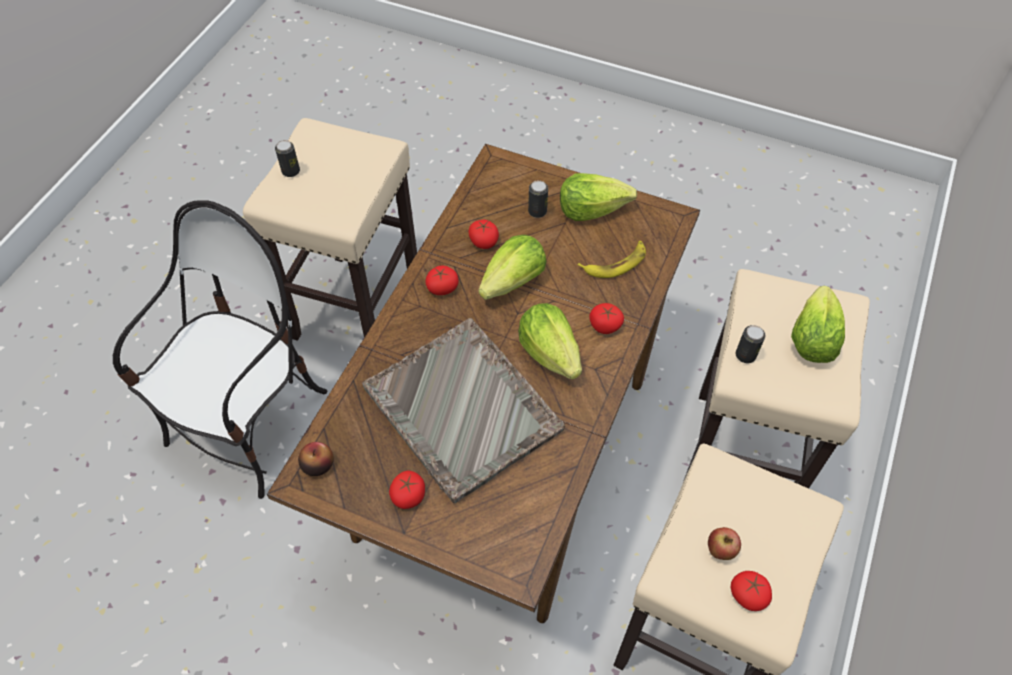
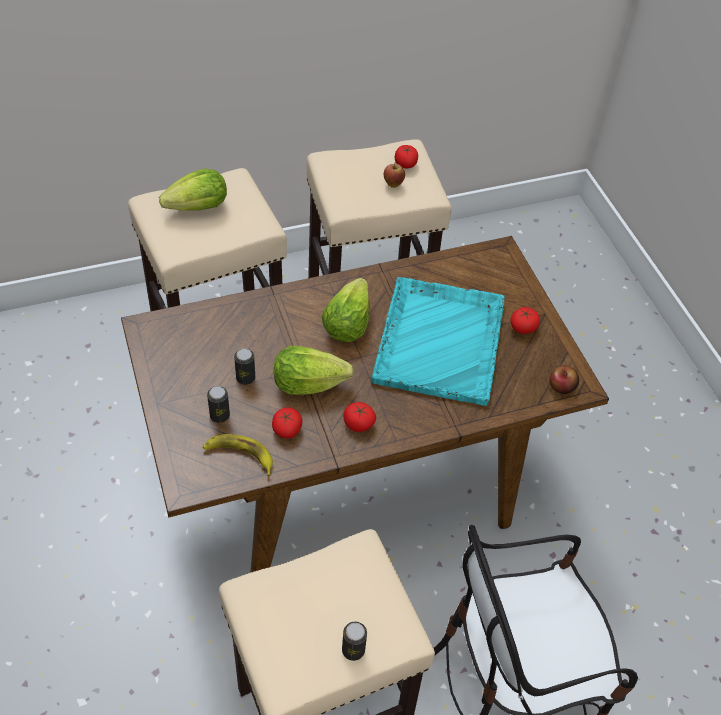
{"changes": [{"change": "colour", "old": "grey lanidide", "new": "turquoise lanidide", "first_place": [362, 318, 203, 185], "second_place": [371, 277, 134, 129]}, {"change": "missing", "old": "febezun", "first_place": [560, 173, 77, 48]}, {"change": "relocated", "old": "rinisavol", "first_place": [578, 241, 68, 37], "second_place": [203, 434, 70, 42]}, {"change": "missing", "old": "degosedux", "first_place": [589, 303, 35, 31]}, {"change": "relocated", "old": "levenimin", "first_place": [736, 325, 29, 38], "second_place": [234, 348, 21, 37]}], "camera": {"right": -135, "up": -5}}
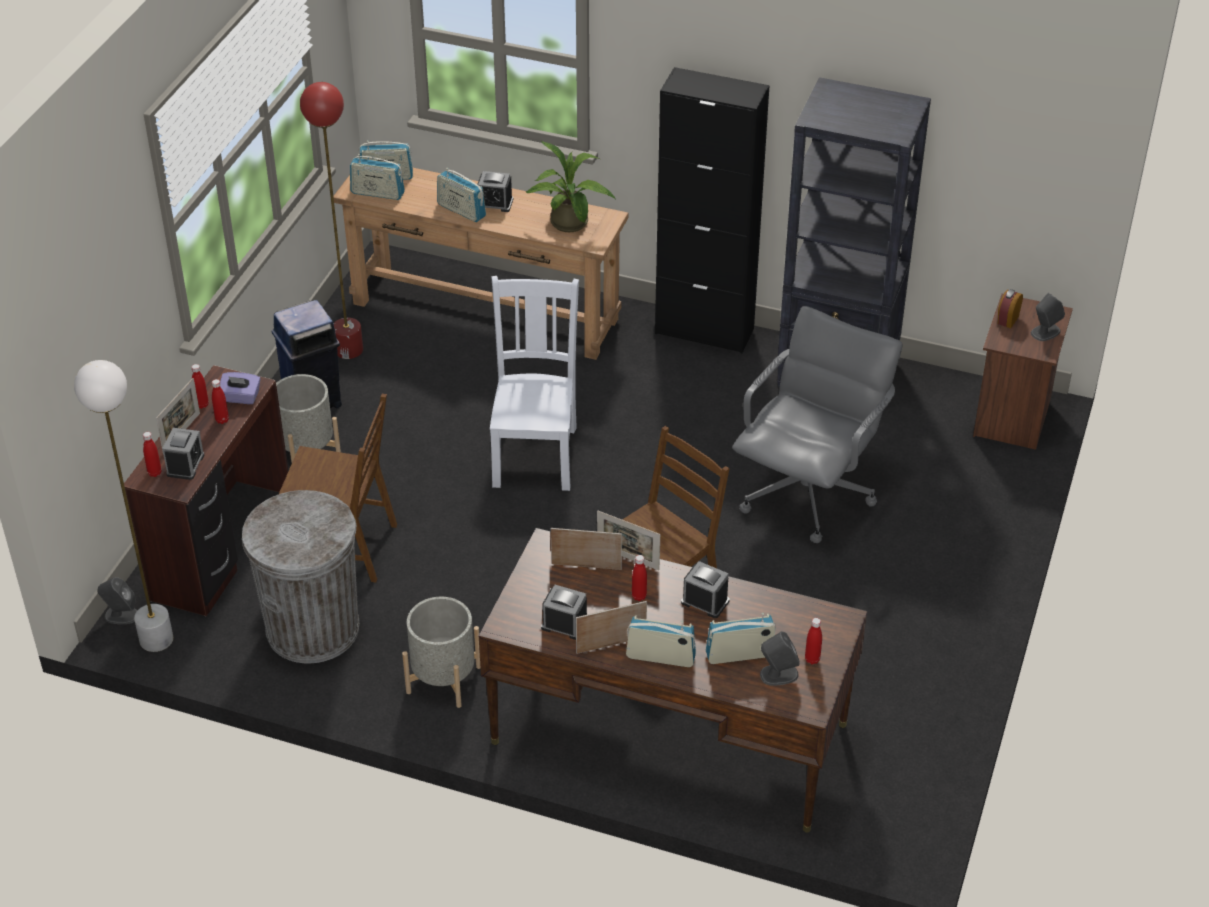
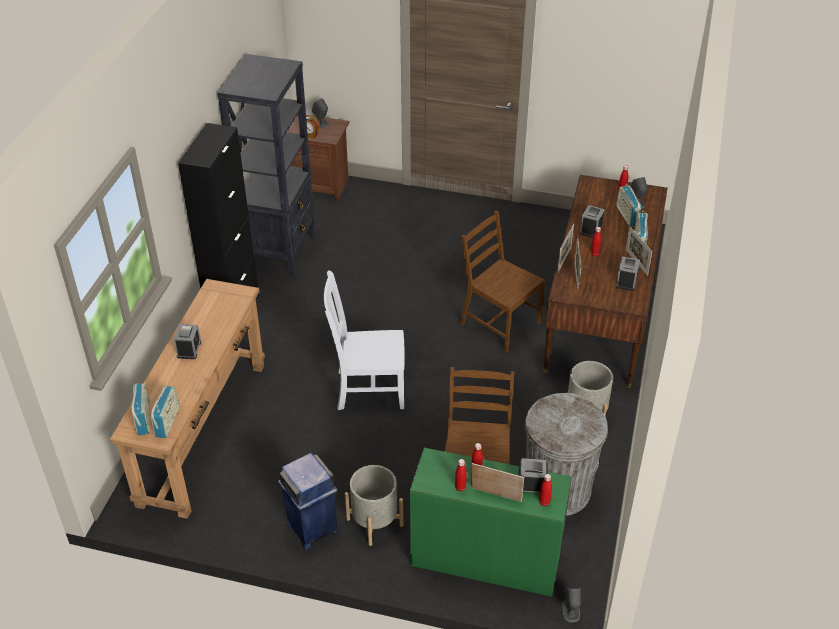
{"changes": [{"change": "missing", "old": "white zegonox", "first_place": [74, 360, 99, 292]}, {"change": "colour", "old": "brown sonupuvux", "new": "green sonupuvux", "first_place": [124, 365, 165, 251], "second_place": [410, 448, 162, 148]}, {"change": "missing", "old": "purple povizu", "first_place": [220, 372, 41, 32]}, {"change": "missing", "old": "red zegonox", "first_place": [300, 82, 63, 277]}, {"change": "missing", "old": "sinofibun", "first_place": [437, 168, 49, 54]}, {"change": "missing", "old": "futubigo", "first_place": [526, 141, 90, 91]}, {"change": "missing", "old": "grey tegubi", "first_place": [732, 306, 171, 237]}], "camera": {"right": -95, "up": 0}}
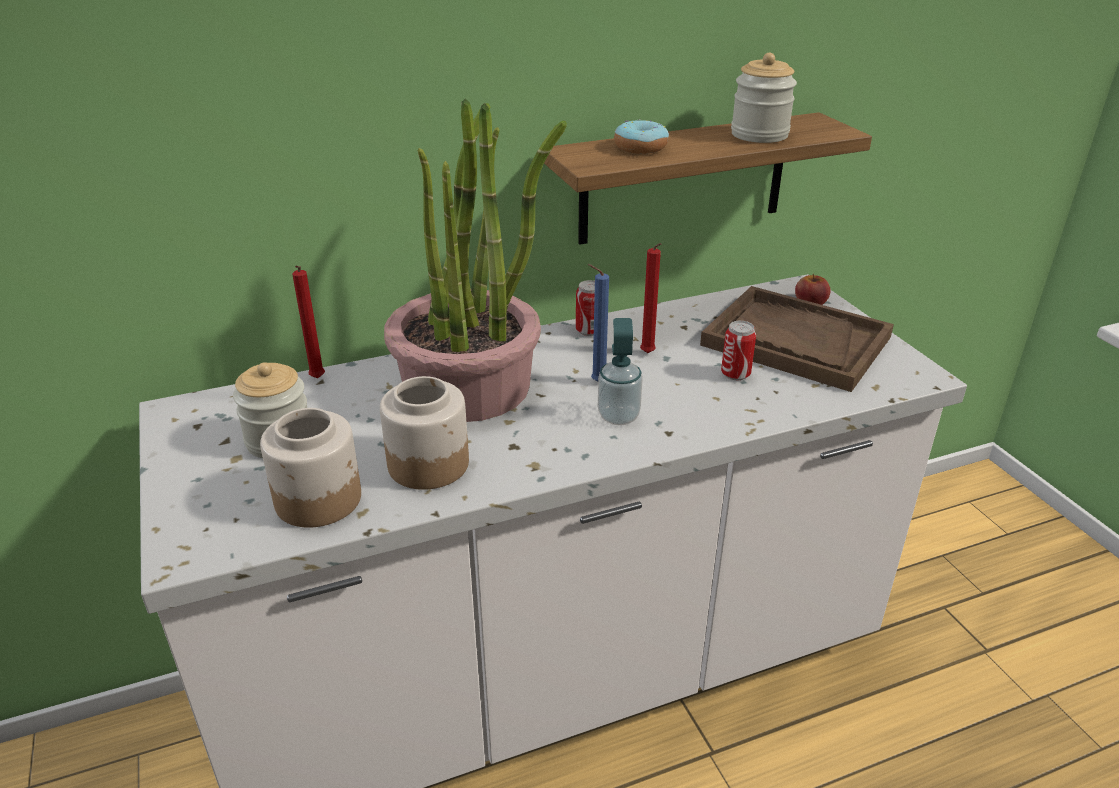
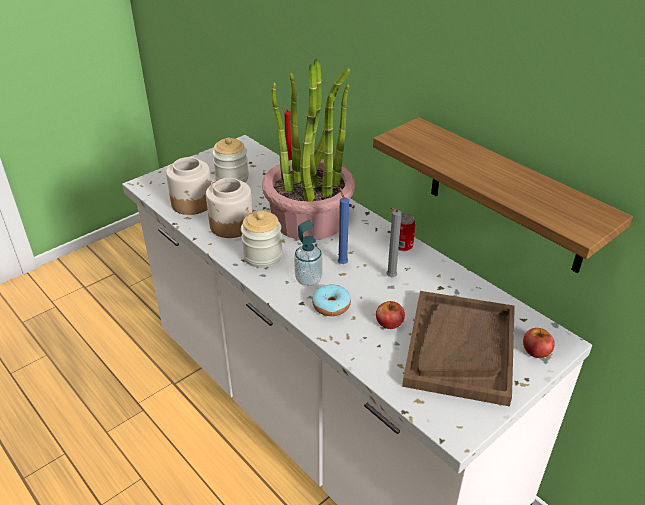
{"changes": [{"change": "relocated", "old": "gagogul", "first_place": [614, 119, 55, 35], "second_place": [312, 284, 39, 32]}, {"change": "colour", "old": "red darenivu", "new": "grey darenivu", "first_place": [640, 243, 21, 110], "second_place": [386, 208, 16, 69]}, {"change": "exchanged", "old": "levenimin", "new": "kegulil", "first_place": [721, 321, 35, 59], "second_place": [376, 301, 29, 28]}, {"change": "relocated", "old": "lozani", "first_place": [731, 53, 66, 90], "second_place": [241, 211, 42, 57]}], "camera": {"right": 70, "up": 5}}
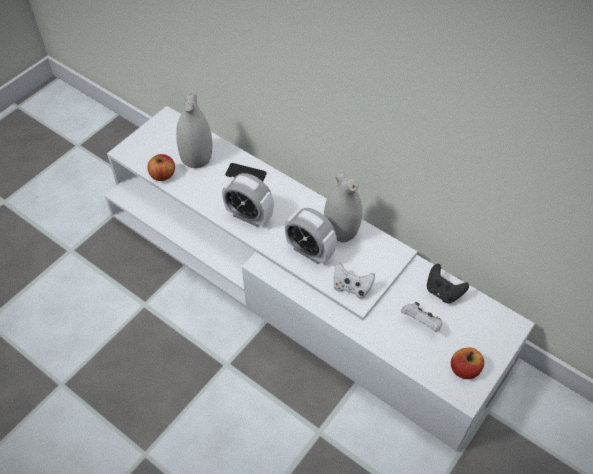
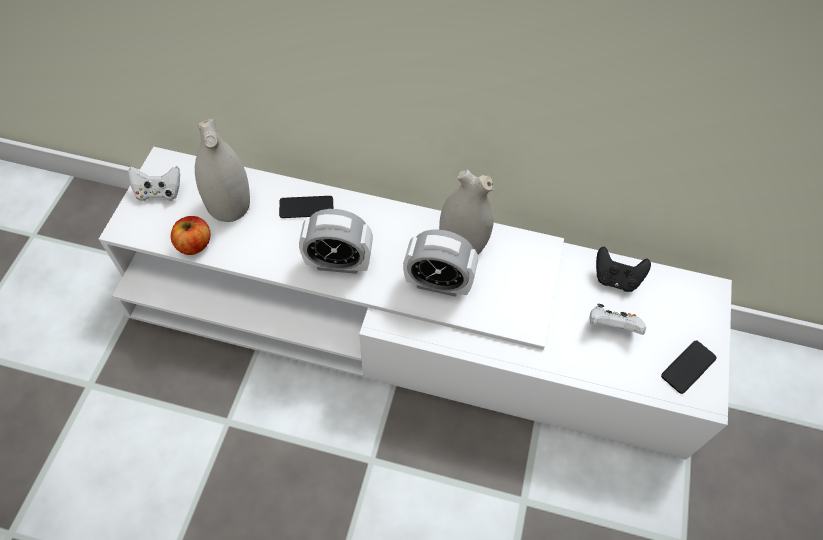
{"changes": [{"change": "relocated", "old": "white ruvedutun", "first_place": [333, 262, 42, 37], "second_place": [128, 166, 52, 35]}, {"change": "exchanged", "old": "kegulil", "new": "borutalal", "first_place": [451, 348, 33, 31], "second_place": [661, 340, 56, 54]}], "camera": {"right": -25, "up": 5}}
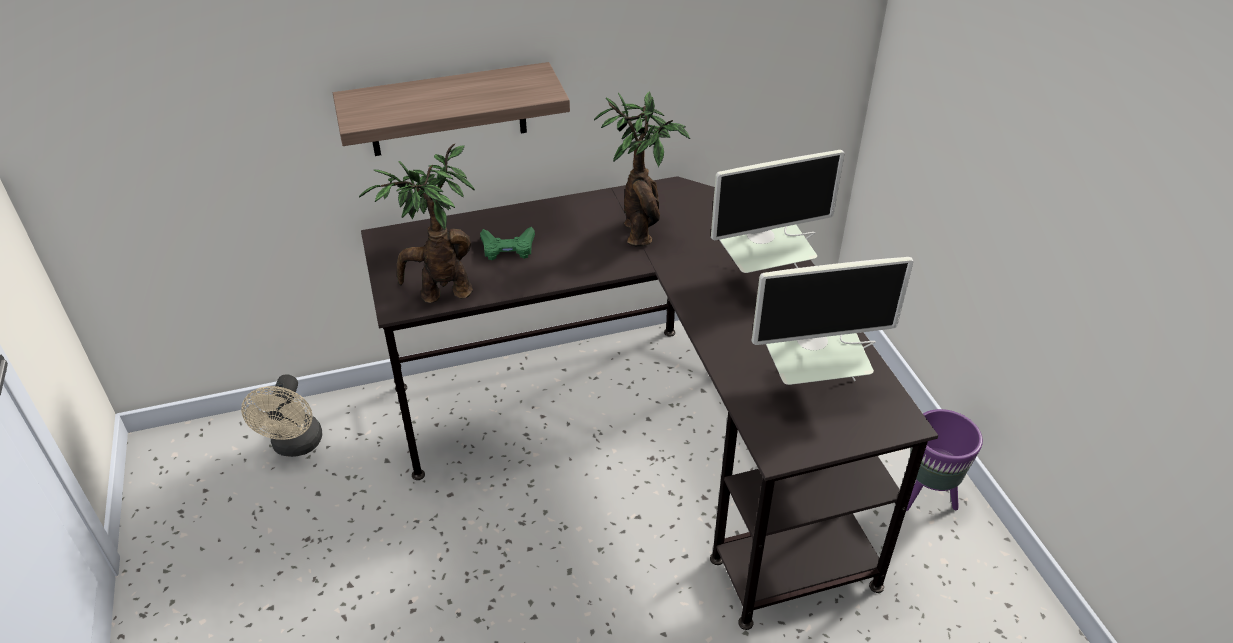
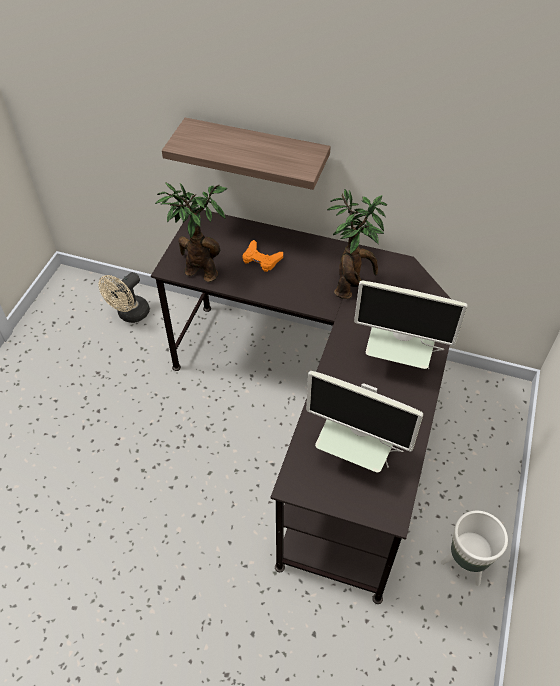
{"changes": [{"change": "colour", "old": "green ruvedutun", "new": "orange ruvedutun", "first_place": [480, 227, 55, 33], "second_place": [243, 240, 40, 32]}, {"change": "colour", "old": "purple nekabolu", "new": "white nekabolu", "first_place": [906, 409, 77, 102], "second_place": [441, 511, 67, 75]}], "camera": {"right": 35, "up": 10}}
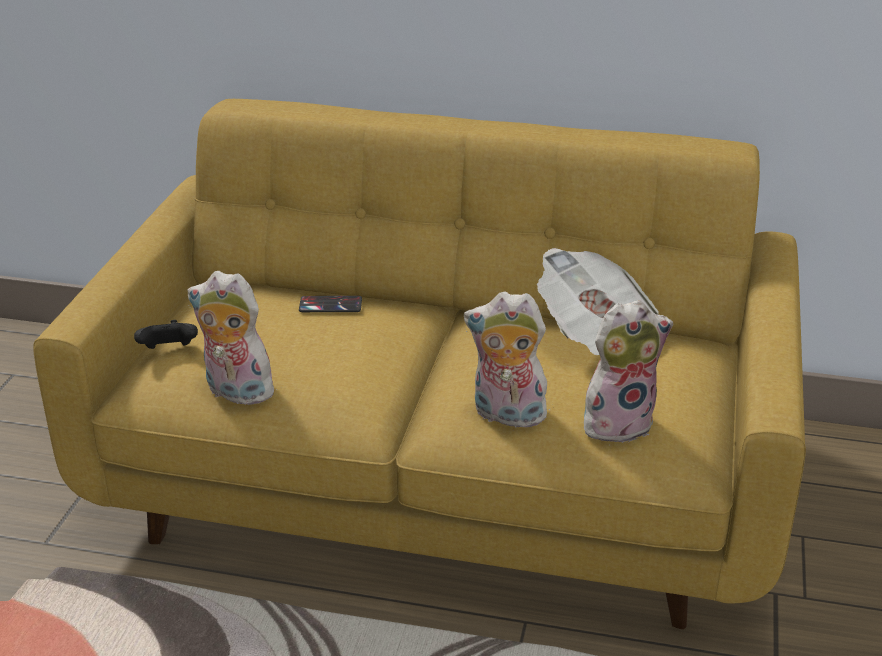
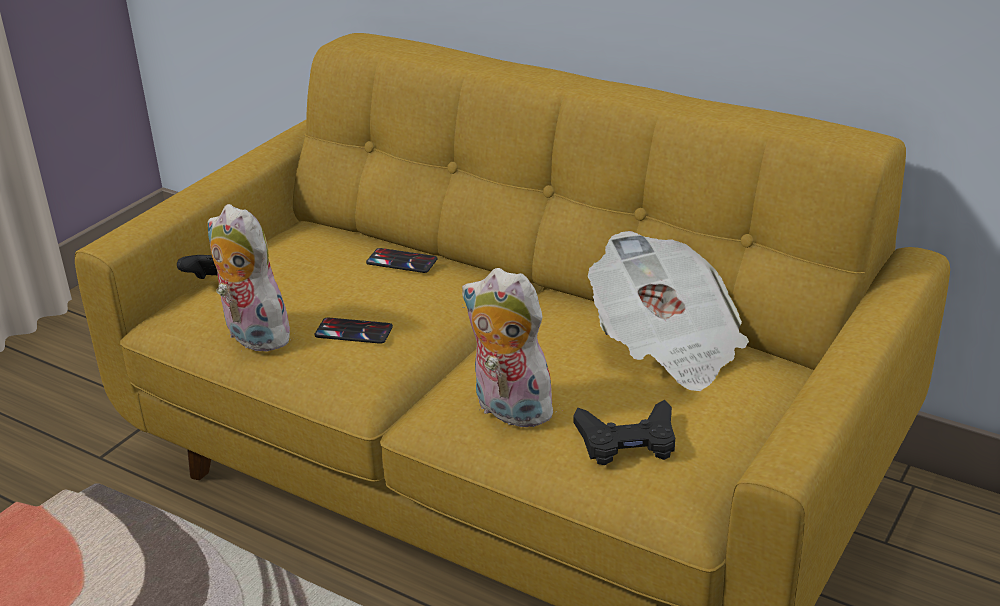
{"changes": [{"change": "exchanged", "old": "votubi", "new": "black ruvedutun", "first_place": [584, 300, 89, 143], "second_place": [573, 400, 102, 65]}, {"change": "appeared", "new": "borutalal", "second_place": [314, 317, 79, 27]}], "camera": {"right": 20, "up": 0}}
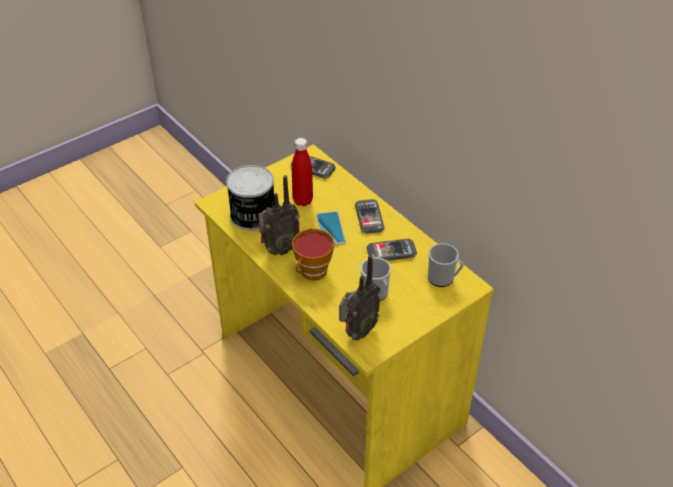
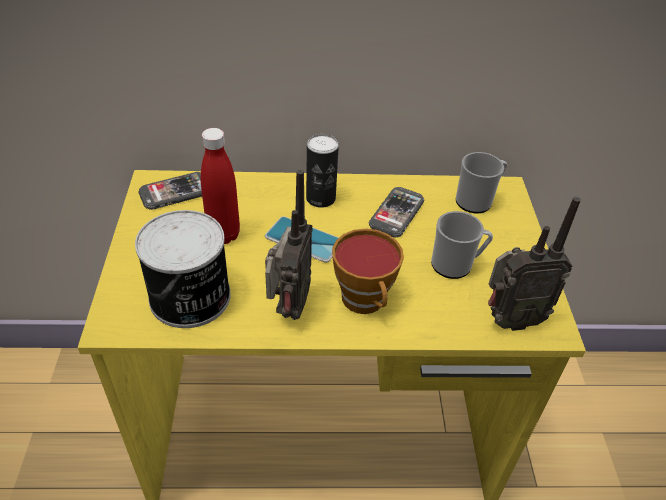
{"changes": [{"change": "spun", "old": "sinofibun", "first_place": [339, 255, 41, 85], "second_place": [488, 197, 93, 134], "degrees": 90}, {"change": "exchanged", "old": "borutalal", "new": "levenimin", "first_place": [355, 199, 30, 35], "second_place": [306, 134, 33, 74]}], "camera": {"right": -55, "up": 0}}
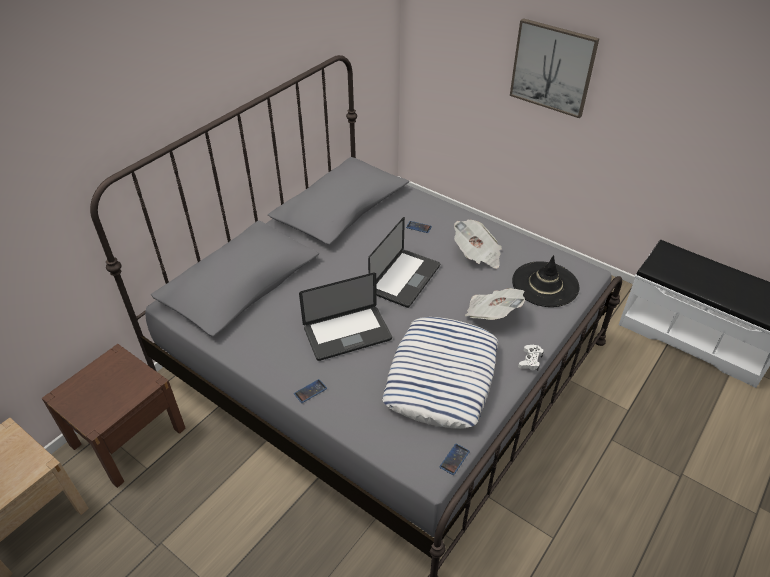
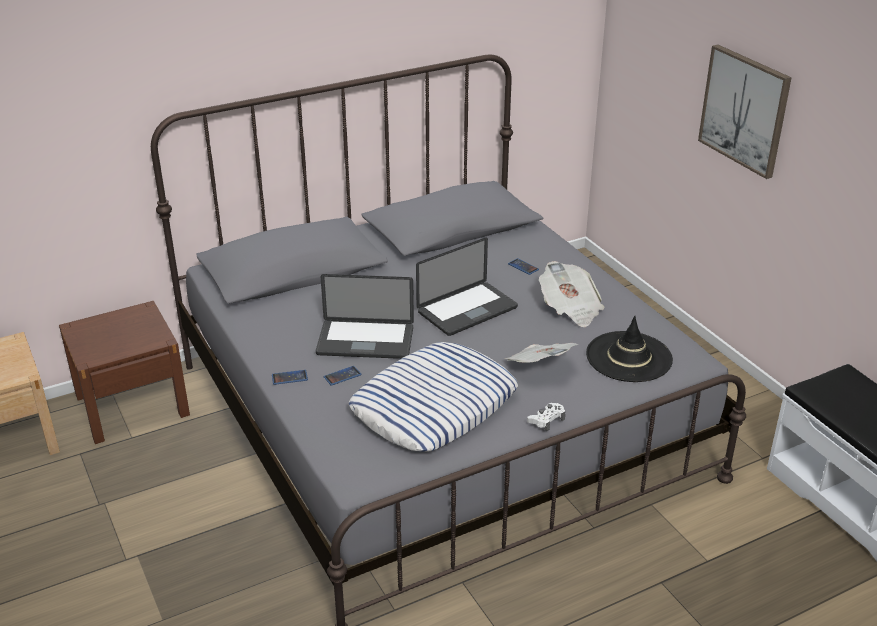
{"changes": [{"change": "relocated", "old": "borutalal", "first_place": [439, 443, 31, 32], "second_place": [324, 366, 38, 20]}], "camera": {"right": 25, "up": -10}}
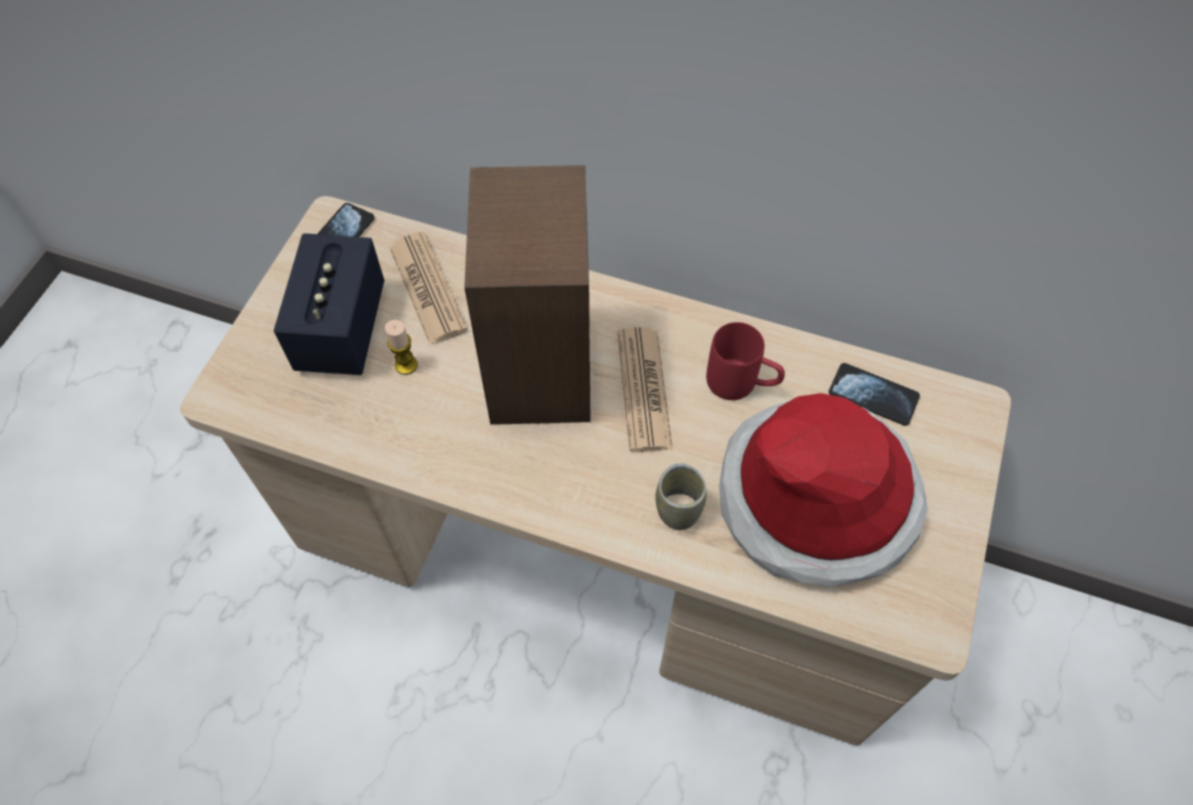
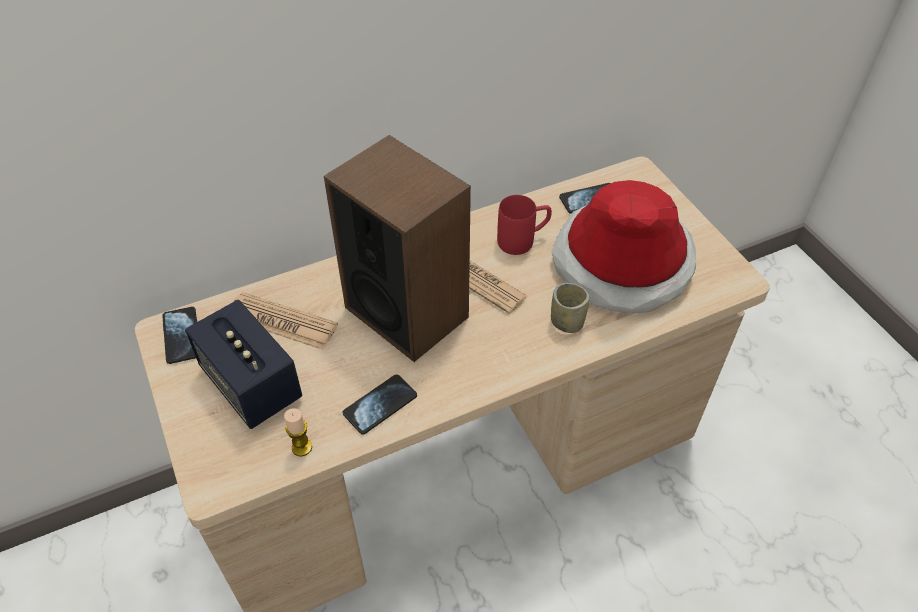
{"changes": [{"change": "relocated", "old": "darenivu", "first_place": [385, 320, 33, 55], "second_place": [284, 408, 28, 49]}, {"change": "appeared", "new": "borutalal", "second_place": [343, 374, 74, 60]}], "camera": {"right": -45, "up": -10}}
